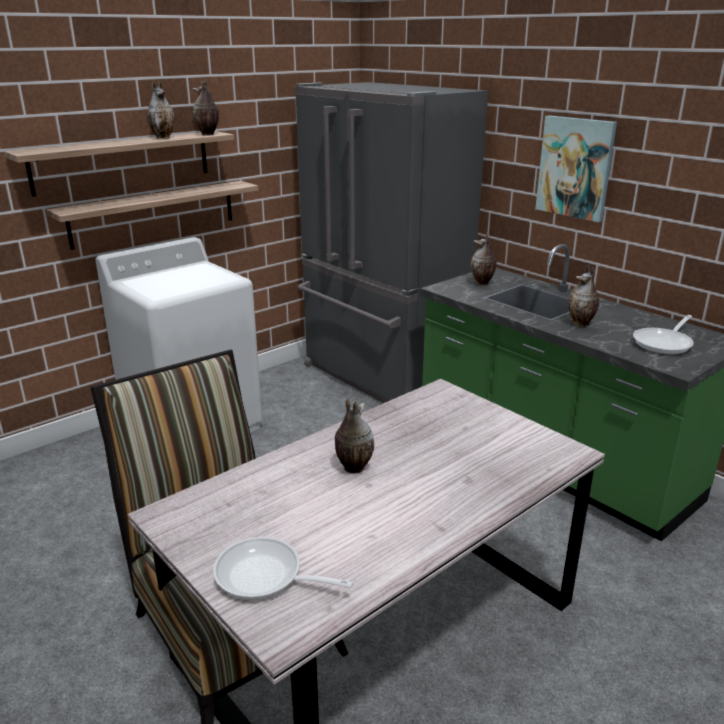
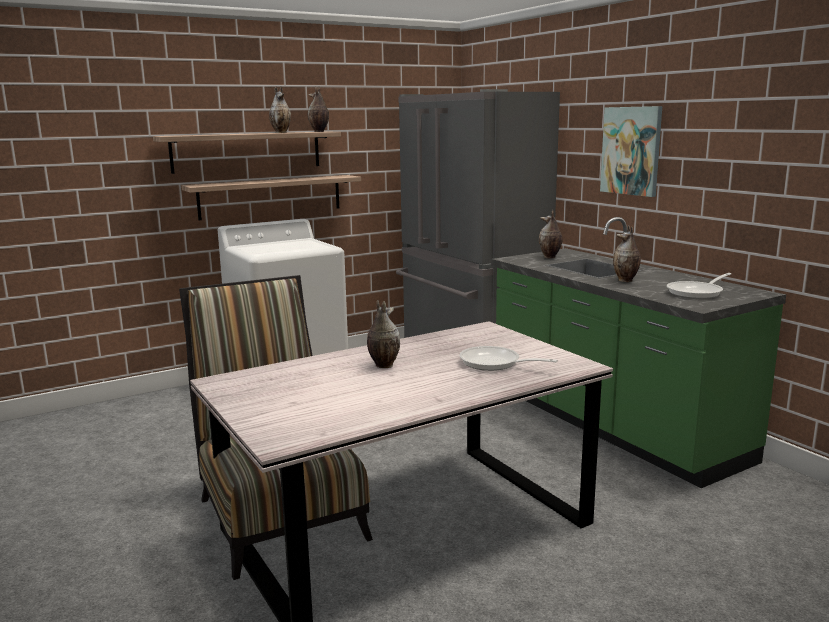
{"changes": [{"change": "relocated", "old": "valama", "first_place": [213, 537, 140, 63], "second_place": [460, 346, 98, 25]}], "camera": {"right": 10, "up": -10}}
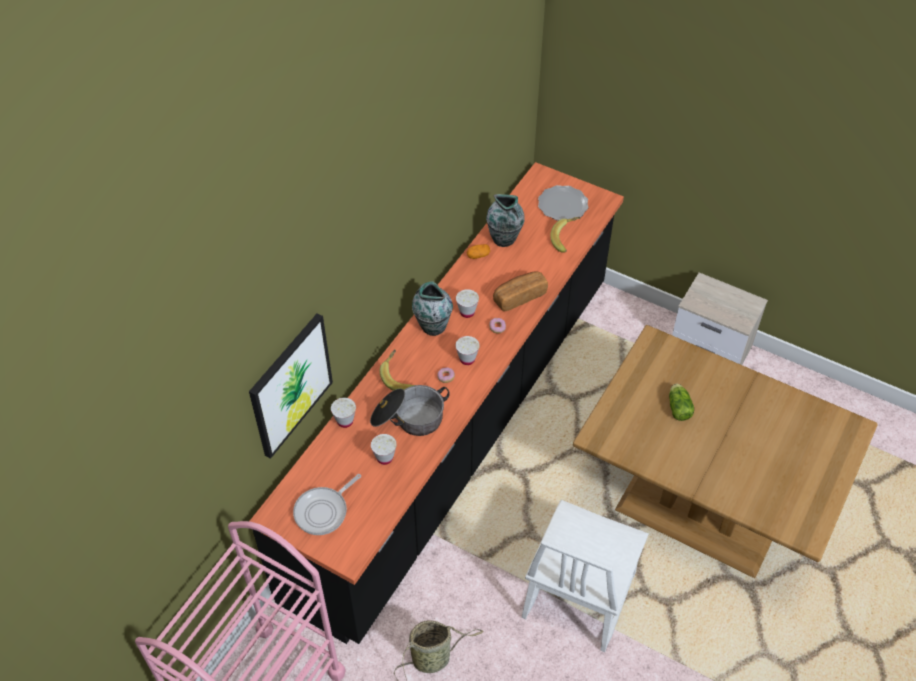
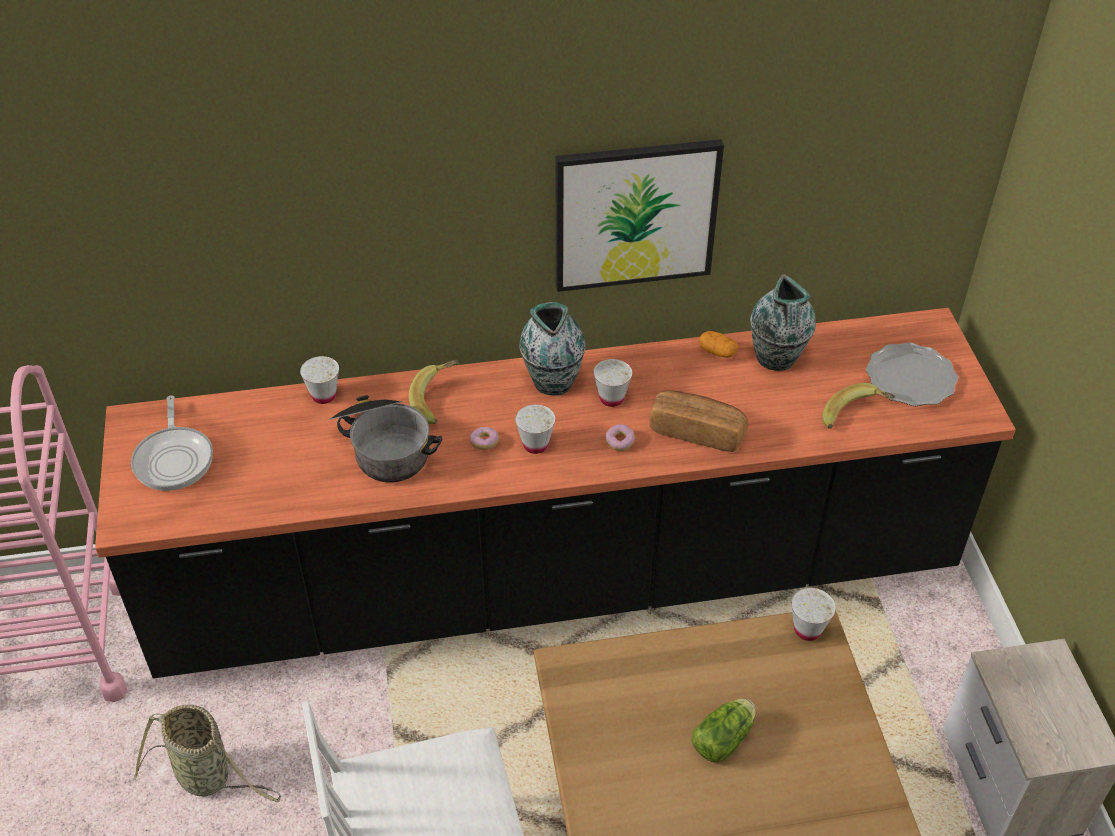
{"changes": [{"change": "relocated", "old": "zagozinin", "first_place": [249, 313, 84, 146], "second_place": [556, 139, 168, 153]}, {"change": "spun", "old": "valama", "first_place": [293, 474, 68, 61], "second_place": [131, 396, 82, 95], "degrees": -105}, {"change": "relocated", "old": "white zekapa", "first_place": [371, 434, 26, 31], "second_place": [791, 588, 44, 53]}], "camera": {"right": 50, "up": -5}}
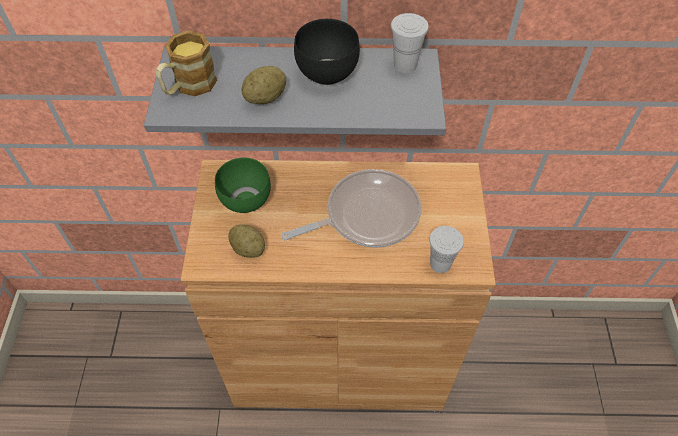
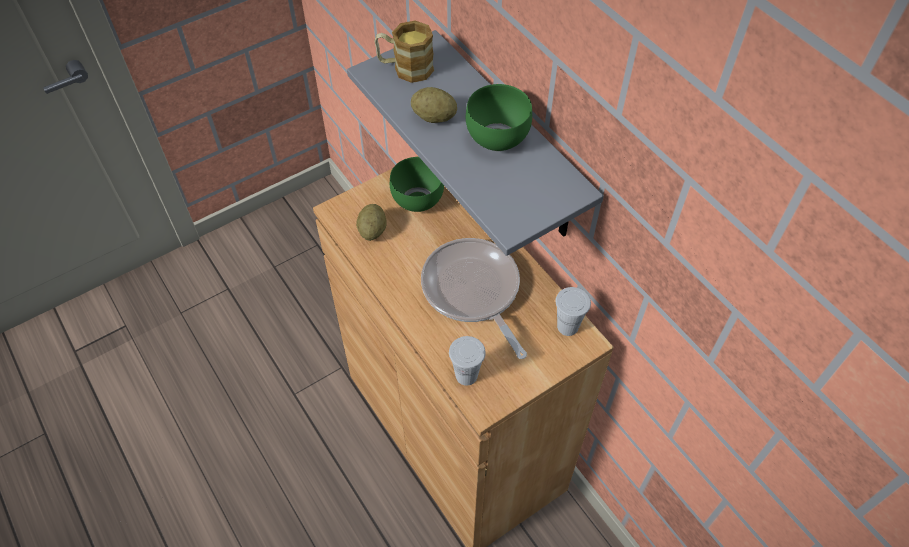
{"changes": [{"change": "spun", "old": "valama", "first_place": [281, 169, 140, 79], "second_place": [421, 238, 106, 121], "degrees": -150}, {"change": "colour", "old": "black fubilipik", "new": "green fubilipik", "first_place": [294, 19, 66, 66], "second_place": [466, 84, 66, 67]}, {"change": "relocated", "old": "white zekapa", "first_place": [391, 13, 38, 60], "second_place": [556, 287, 35, 49]}], "camera": {"right": 55, "up": 0}}
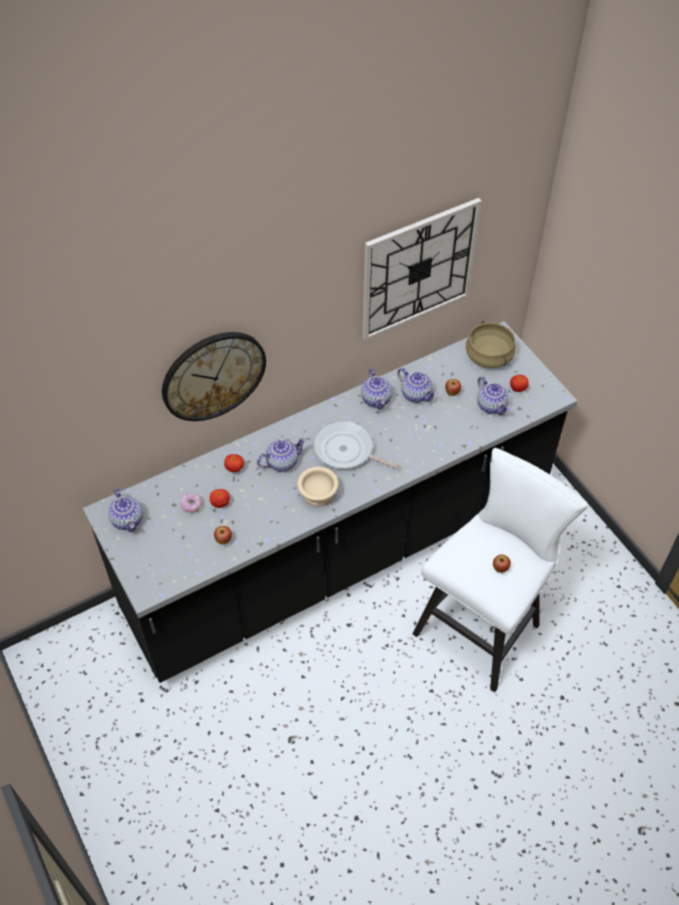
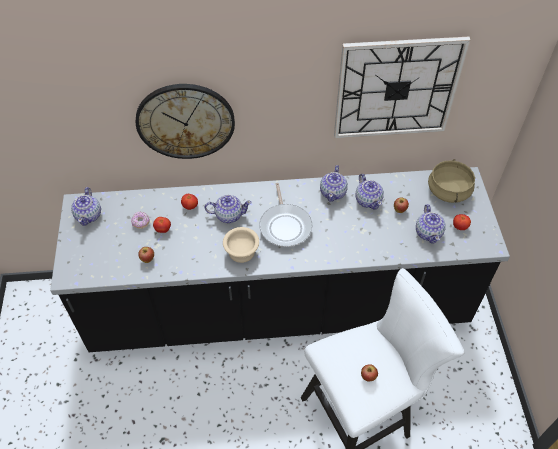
{"changes": [{"change": "spun", "old": "valama", "first_place": [314, 421, 88, 48], "second_place": [259, 183, 54, 64], "degrees": -150}], "camera": {"right": 25, "up": 0}}
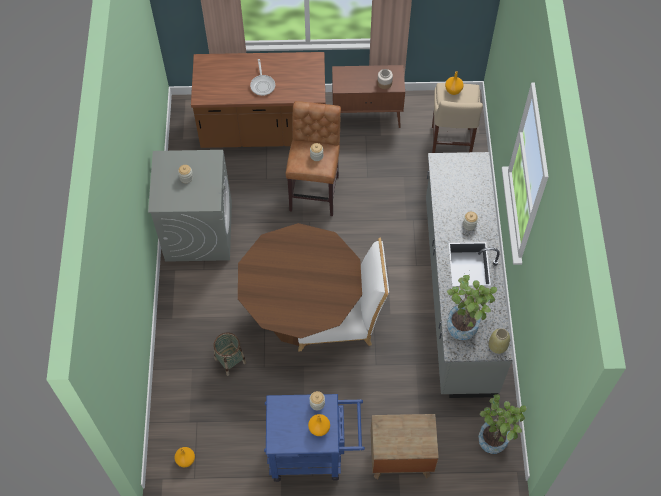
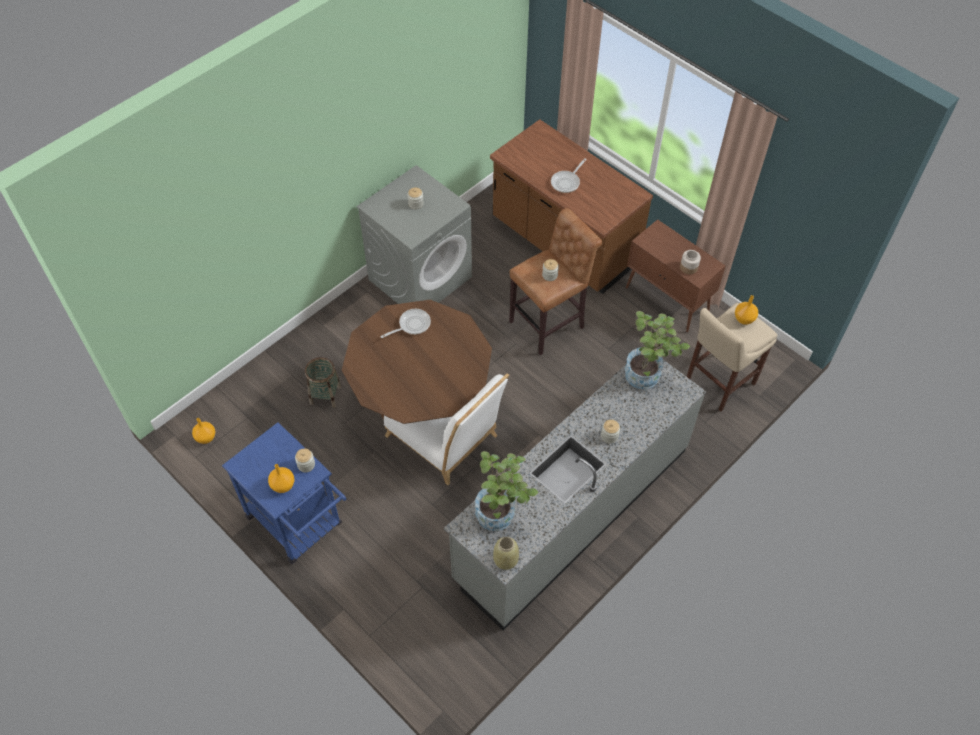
{"changes": [{"change": "missing", "old": "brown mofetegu", "first_place": [371, 414, 68, 65]}, {"change": "relocated", "old": "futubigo", "first_place": [478, 394, 49, 60], "second_place": [625, 311, 65, 78]}, {"change": "appeared", "new": "valama", "second_place": [380, 309, 51, 29]}], "camera": {"right": 45, "up": -5}}
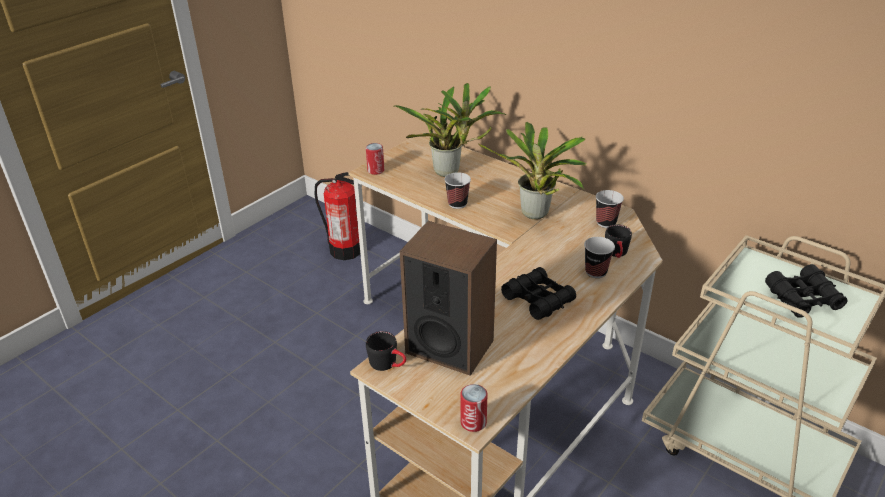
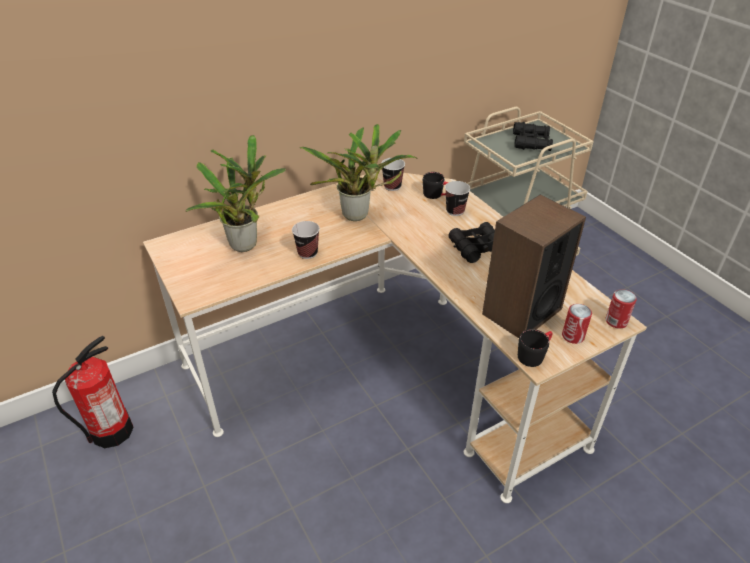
{"changes": [{"change": "relocated", "old": "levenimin", "first_place": [366, 143, 18, 32], "second_place": [562, 304, 30, 40]}], "camera": {"right": -70, "up": 5}}
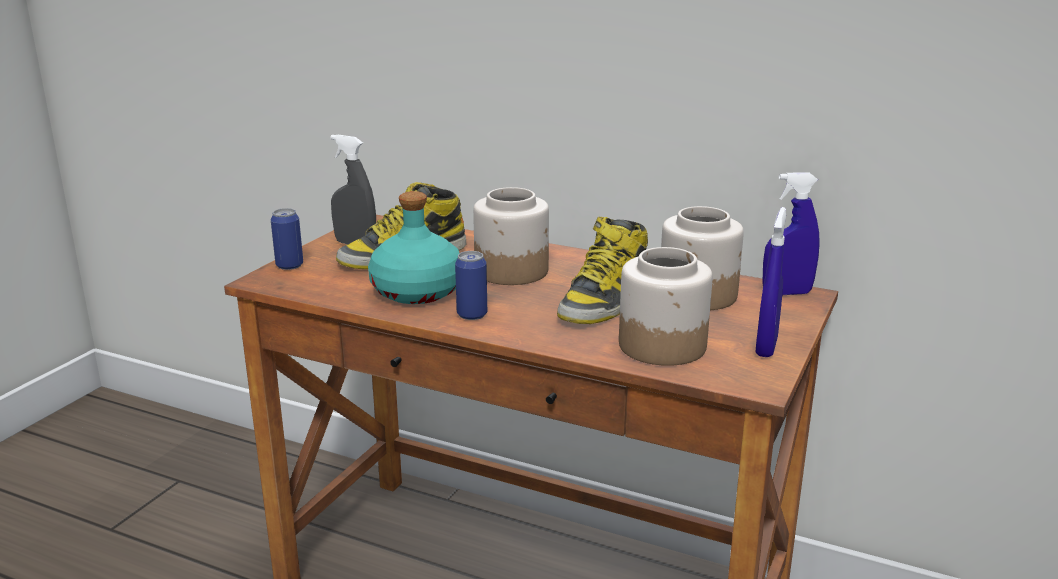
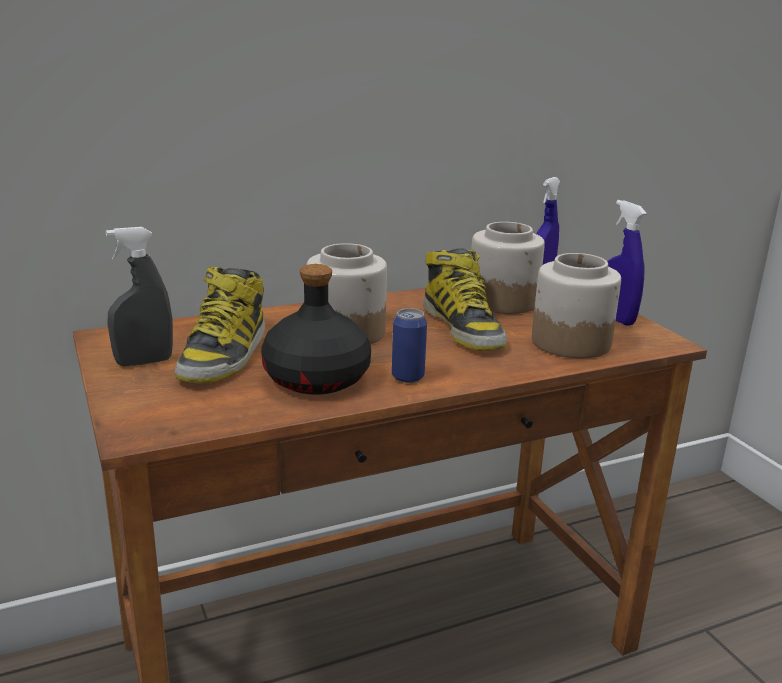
{"changes": [{"change": "missing", "old": "levenimin", "first_place": [271, 208, 32, 62]}, {"change": "colour", "old": "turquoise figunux", "new": "black figunux", "first_place": [368, 191, 91, 113], "second_place": [261, 264, 110, 131]}], "camera": {"right": -50, "up": 0}}
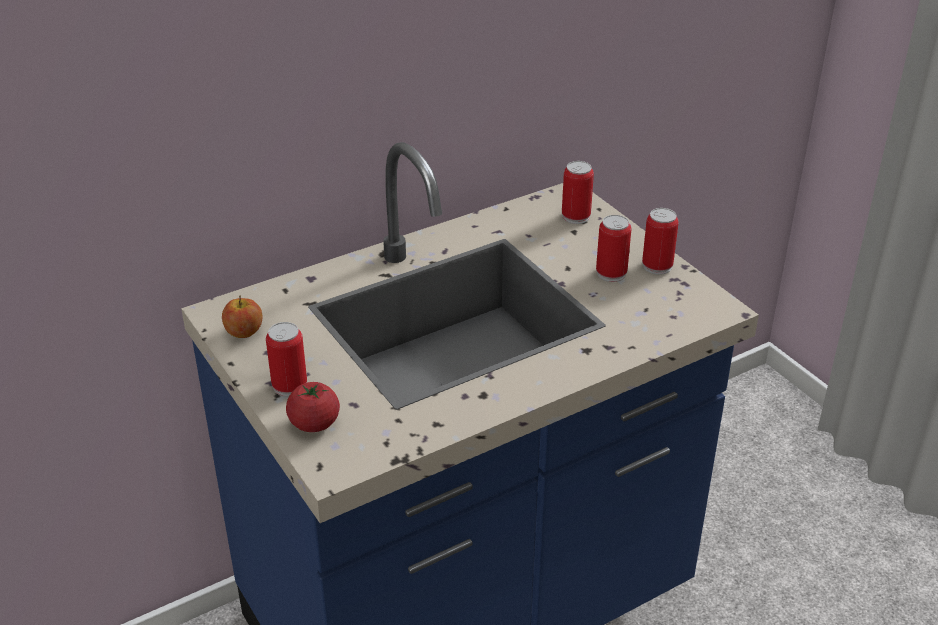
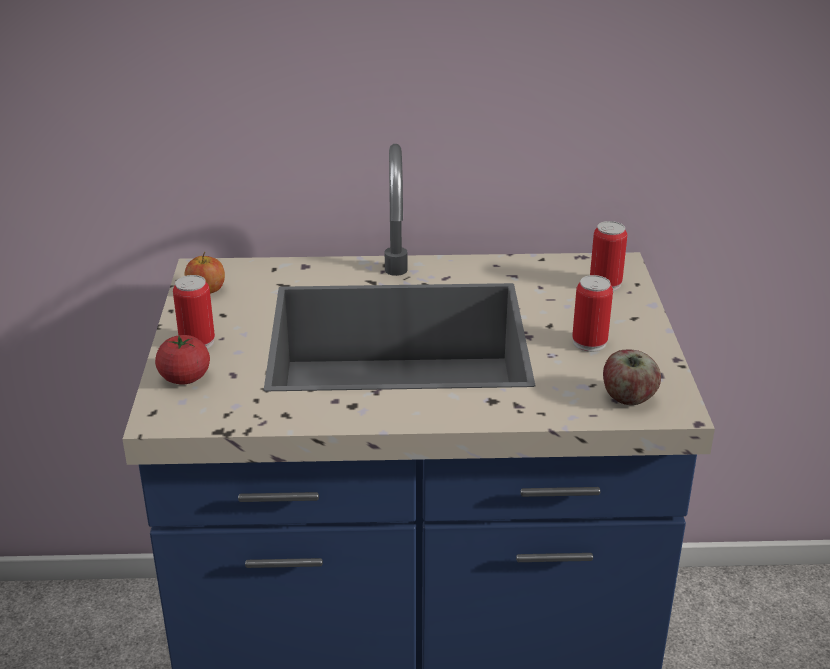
{"changes": [{"change": "missing", "old": "levenimin", "first_place": [642, 208, 37, 67]}, {"change": "appeared", "new": "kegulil", "second_place": [603, 350, 58, 55]}], "camera": {"right": 30, "up": -5}}
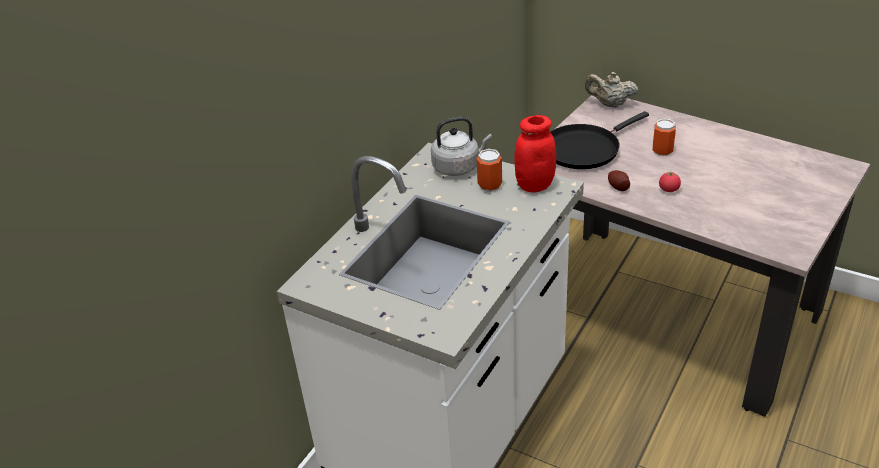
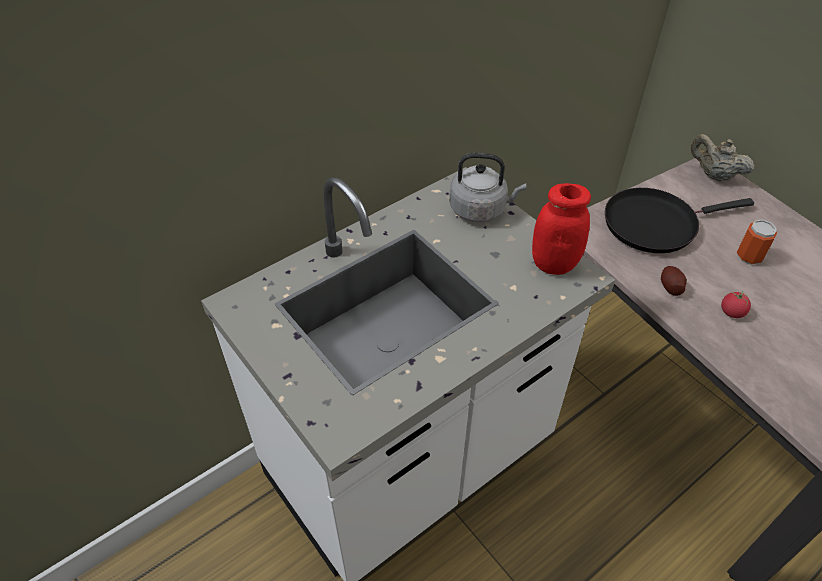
{"changes": [{"change": "missing", "old": "levenimin", "first_place": [477, 149, 25, 42]}], "camera": {"right": 20, "up": 10}}
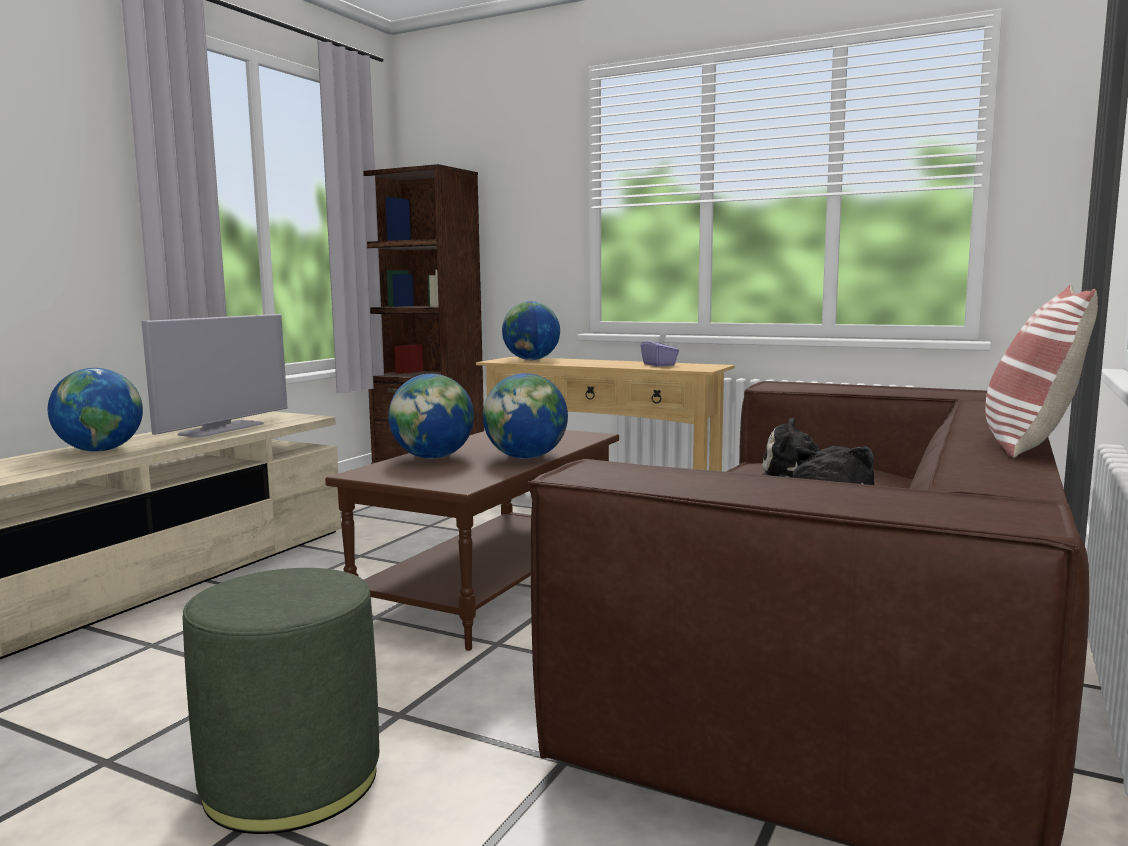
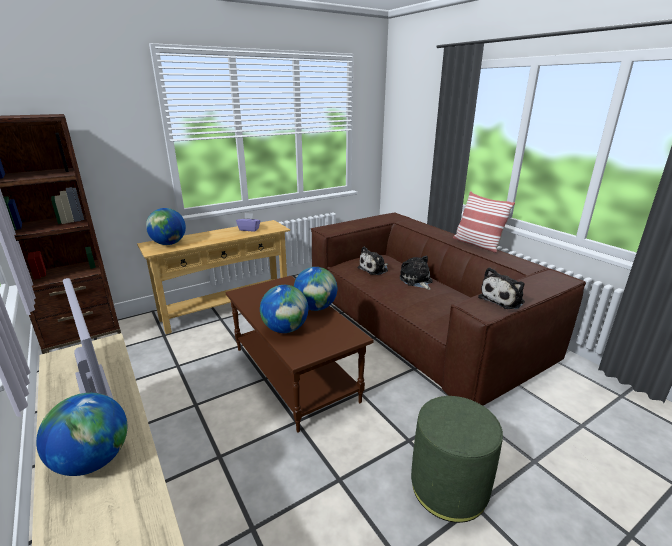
{"changes": [{"change": "appeared", "new": "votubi", "second_place": [478, 267, 47, 42]}], "camera": {"right": -60, "up": 15}}
